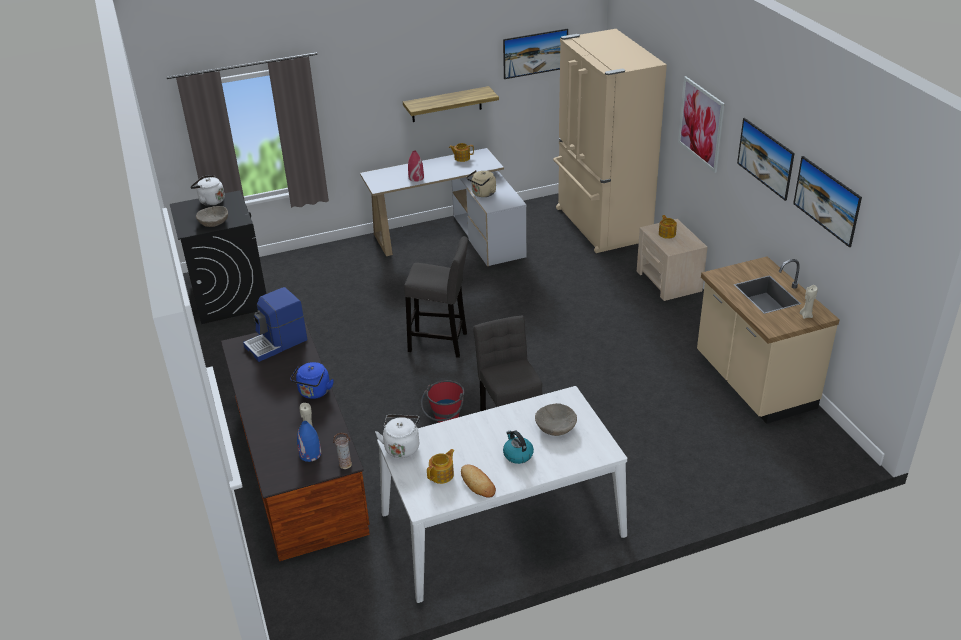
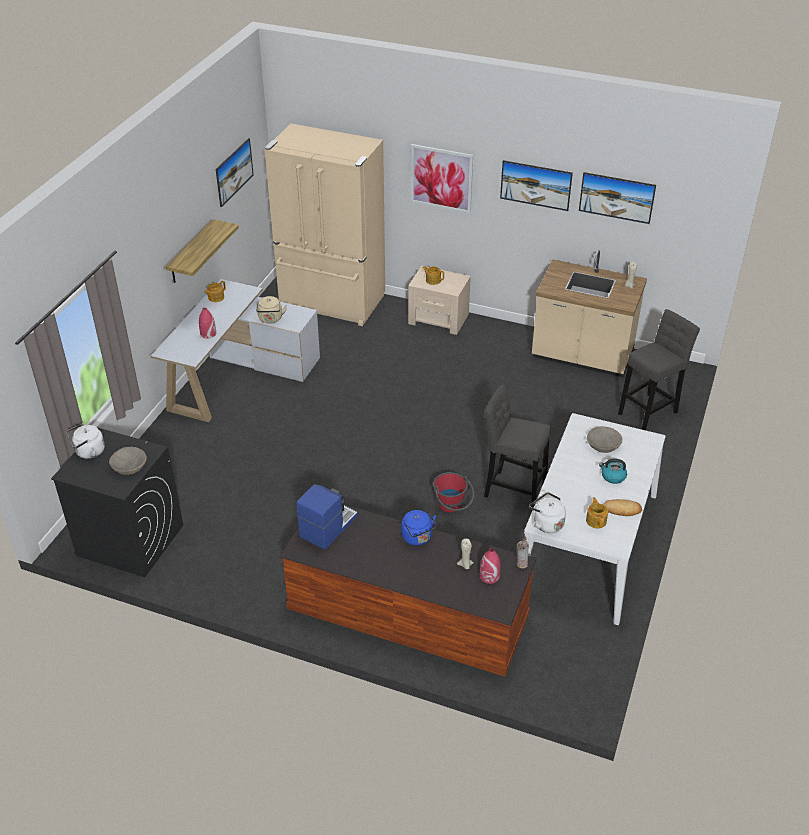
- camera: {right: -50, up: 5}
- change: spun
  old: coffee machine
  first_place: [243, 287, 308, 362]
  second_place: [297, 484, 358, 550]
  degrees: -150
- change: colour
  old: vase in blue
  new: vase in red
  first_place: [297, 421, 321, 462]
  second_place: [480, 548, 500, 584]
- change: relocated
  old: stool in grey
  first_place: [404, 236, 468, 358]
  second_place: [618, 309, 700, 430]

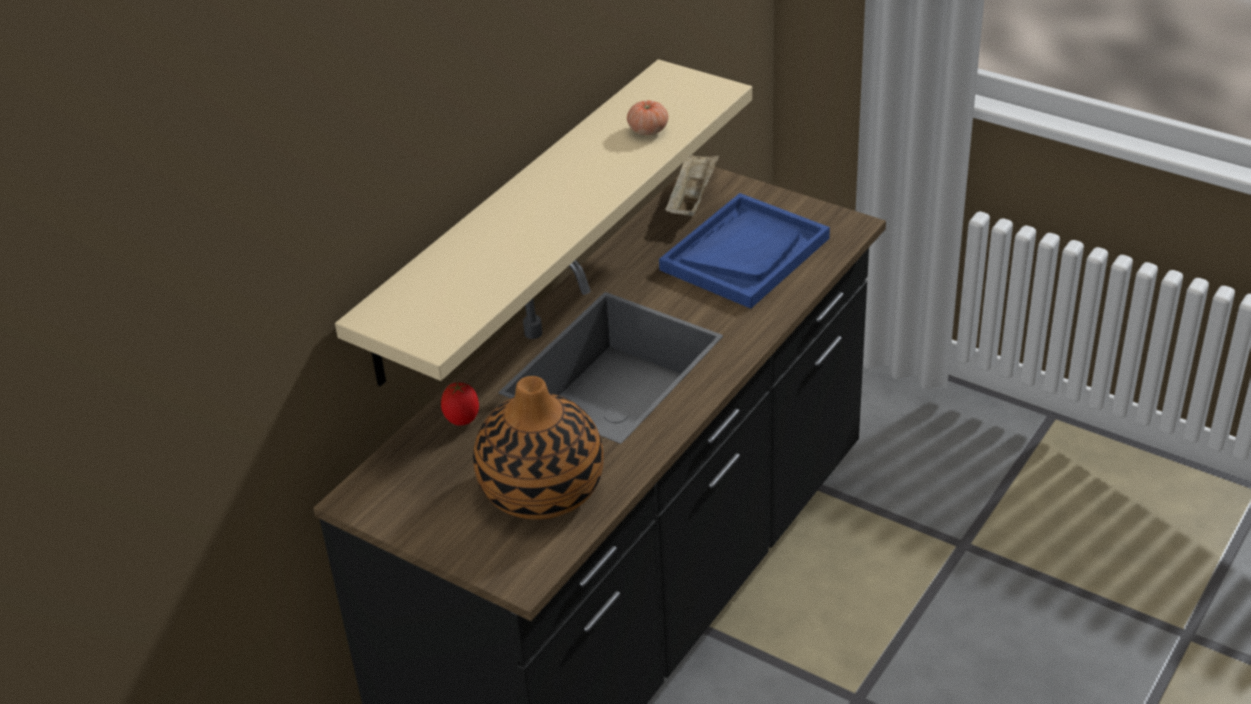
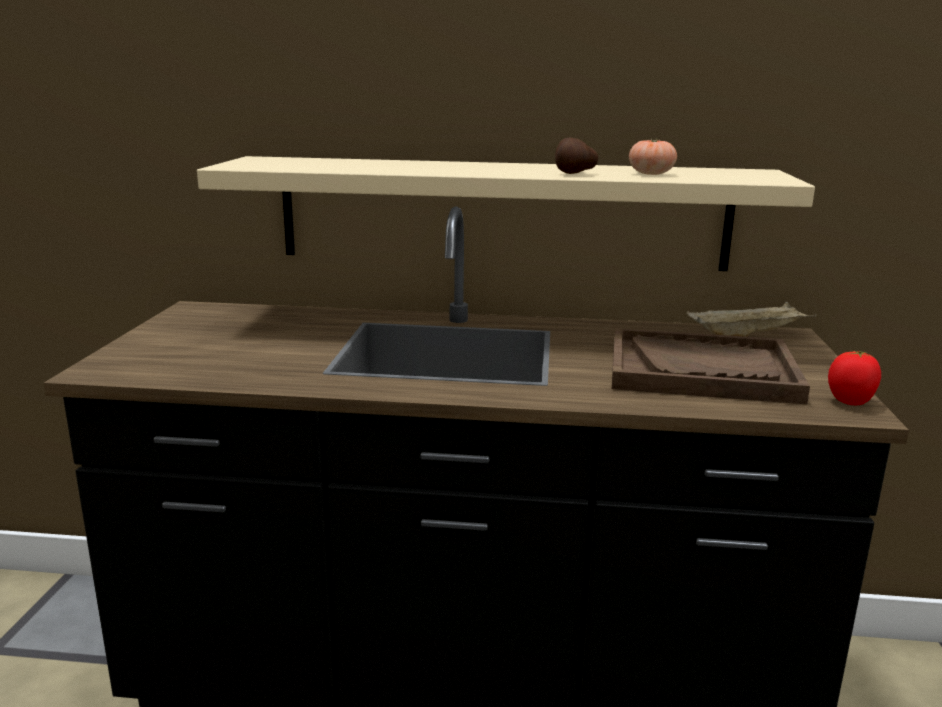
- camera: {right: 60, up: -20}
- change: appeared
  new: potato
  second_place: [555, 138, 598, 174]
- change: colour
  old: tray in blue
  new: tray in brown
  first_place: [659, 193, 830, 309]
  second_place: [612, 328, 810, 404]
- change: relocated
  old: tomato
  first_place: [441, 382, 479, 426]
  second_place: [828, 350, 881, 405]
- change: missing
  old: vase
  first_place: [473, 376, 604, 520]

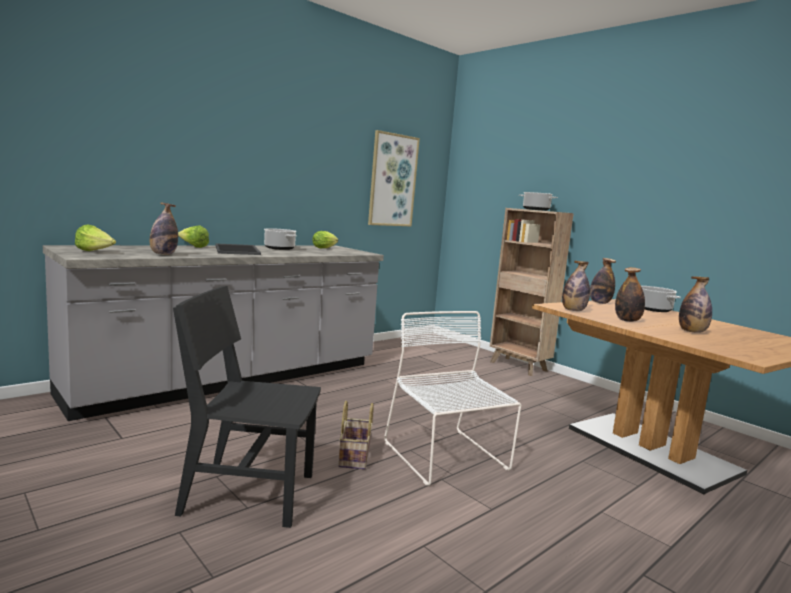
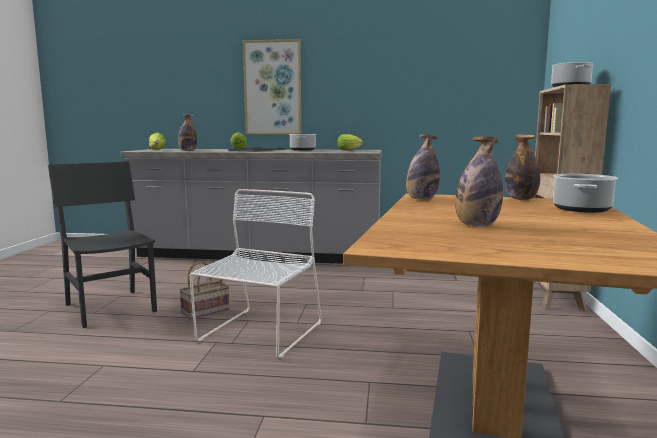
- camera: {right: 50, up: 0}
- change: relocated
  old: picture
  first_place: [368, 130, 420, 226]
  second_place: [243, 39, 301, 134]
- change: missing
  old: bottle
  first_place: [615, 267, 645, 322]

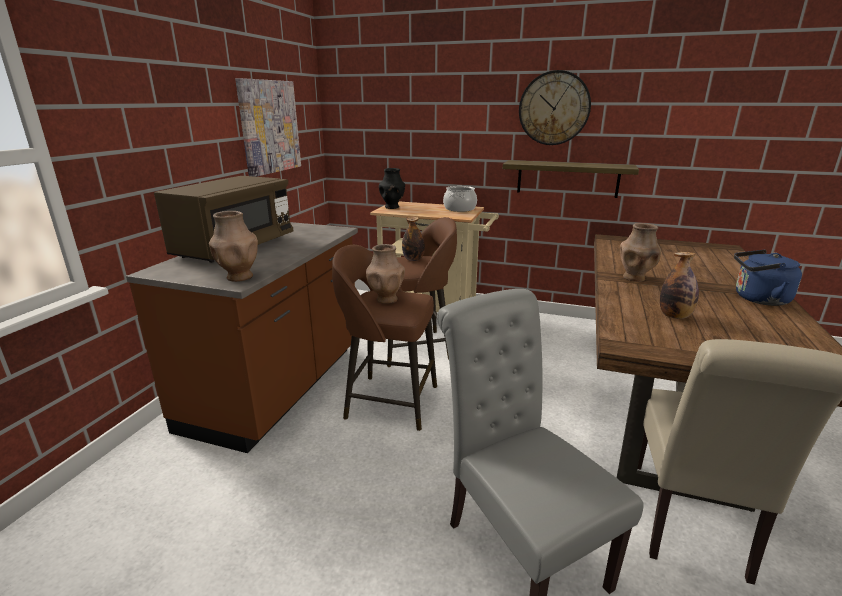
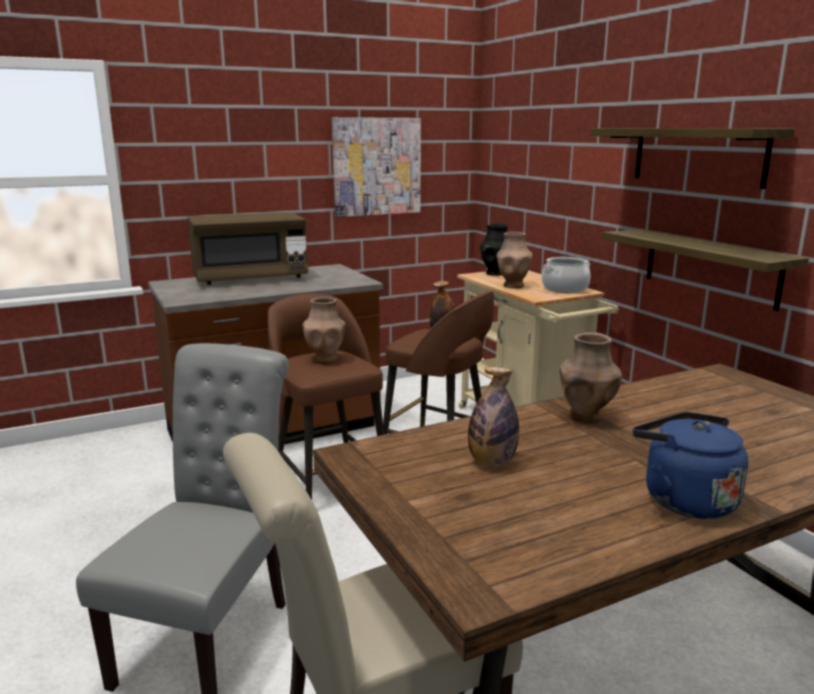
- camera: {right: 45, up: -5}
- change: relocated
  old: vase in brown
  first_place: [209, 211, 258, 282]
  second_place: [497, 232, 533, 288]
- change: exchanged
  old: wall clock
  new: shelf
  first_place: [519, 70, 591, 145]
  second_place: [590, 128, 795, 189]

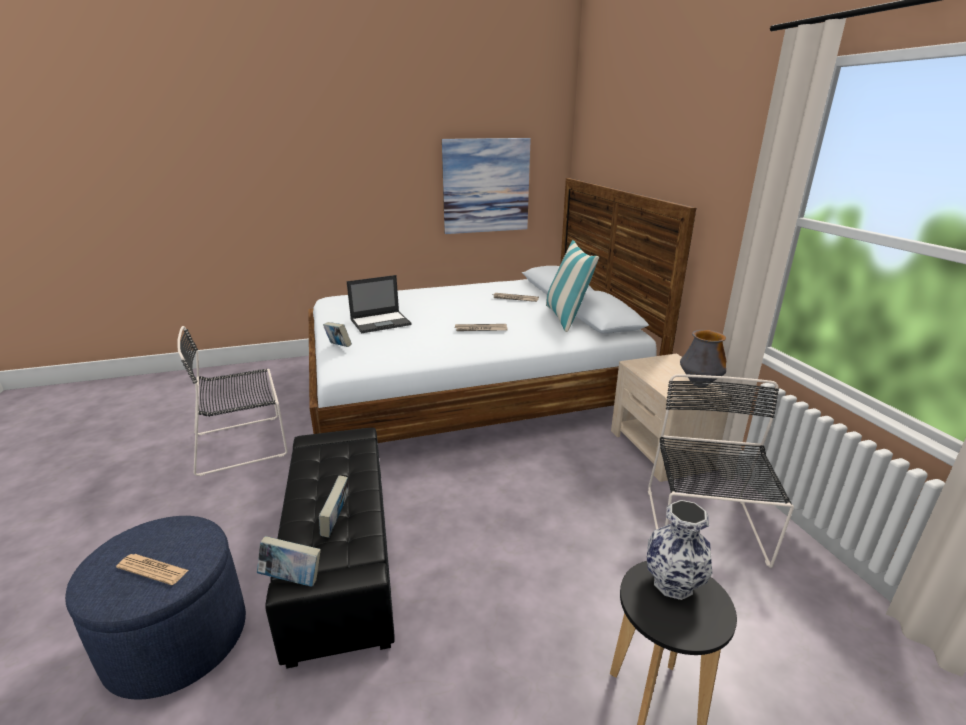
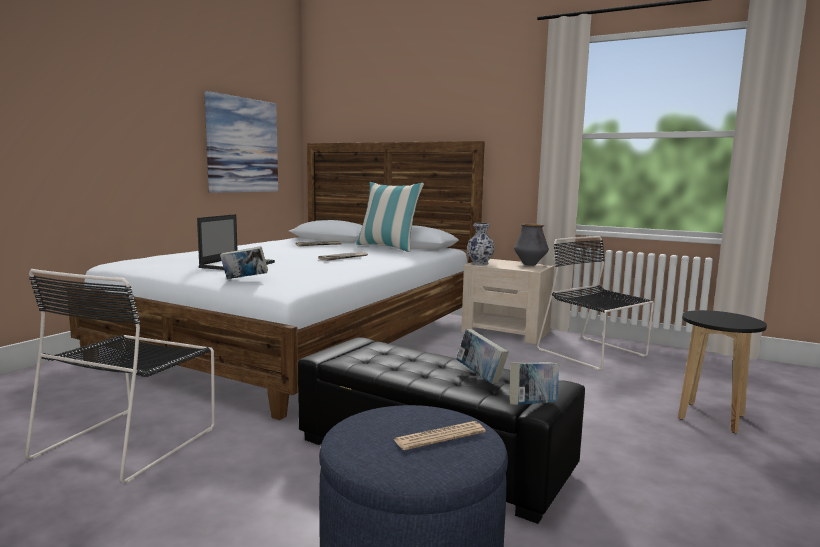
- camera: {right: -45, up: -15}
- change: relocated
  old: vase
  first_place: [647, 500, 712, 600]
  second_place: [467, 223, 495, 265]

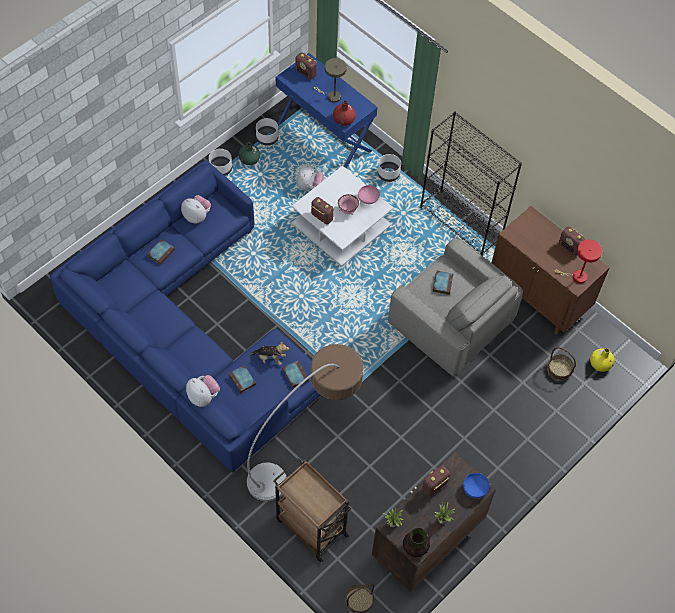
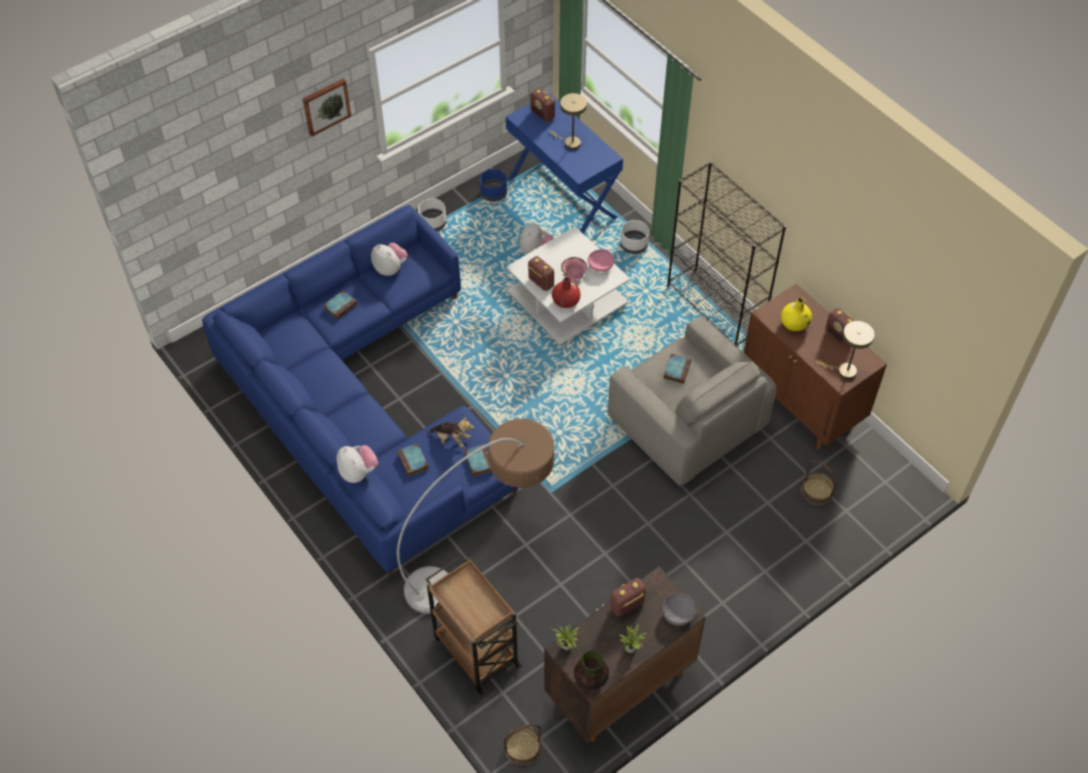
- camera: {right: 10, up: -5}
- change: appeared
  new: picture
  second_place: [303, 78, 351, 136]
- change: colour
  old: planter in white
  new: planter in blue
  first_place: [256, 118, 278, 146]
  second_place: [480, 169, 507, 202]
- change: relocated
  old: vase in red
  first_place: [333, 101, 356, 126]
  second_place: [552, 277, 581, 308]
- change: colour
  old: bowl in blue
  new: bowl in grey
  first_place: [463, 473, 490, 499]
  second_place: [663, 593, 696, 626]
- change: relocated
  old: vase in yellow
  first_place: [590, 348, 614, 372]
  second_place: [781, 298, 812, 331]
- change: colour
  old: table lamp in red
  new: table lamp in beige
  first_place: [554, 240, 602, 284]
  second_place: [816, 321, 875, 380]
- change: missing
  old: vase in green
  first_place: [239, 142, 260, 165]

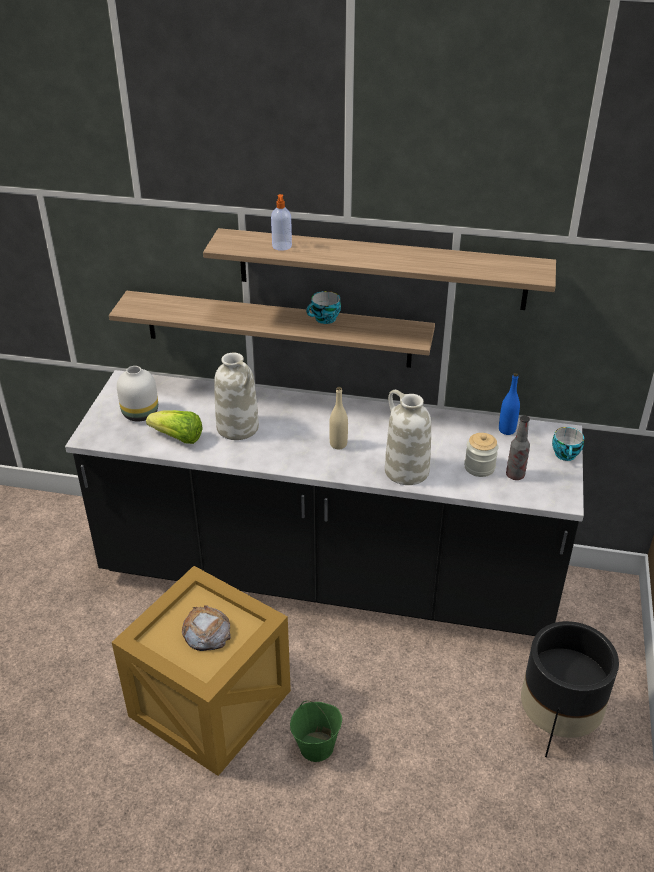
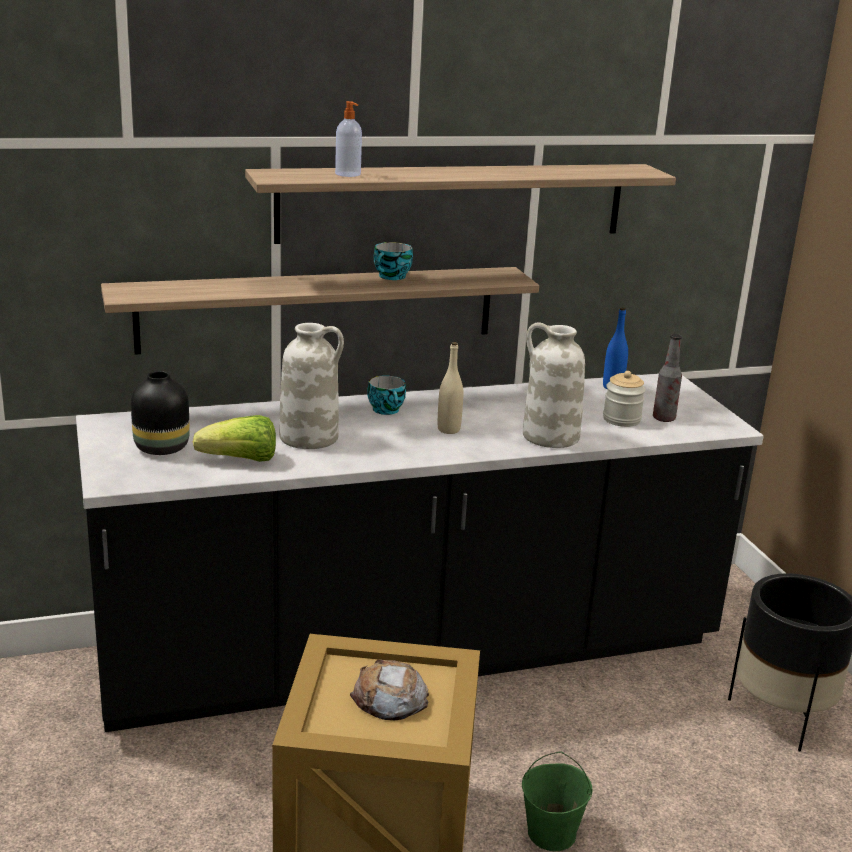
- camera: {right: -30, up: -15}
- change: colour
  old: vase in white
  new: vase in black
  first_place: [117, 366, 158, 421]
  second_place: [131, 371, 190, 455]
- change: relocated
  old: cup
  first_place: [552, 427, 584, 461]
  second_place: [367, 375, 406, 415]

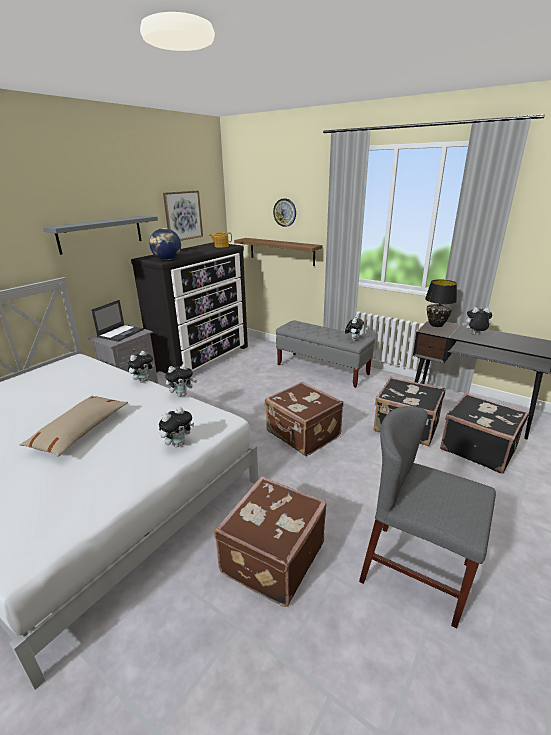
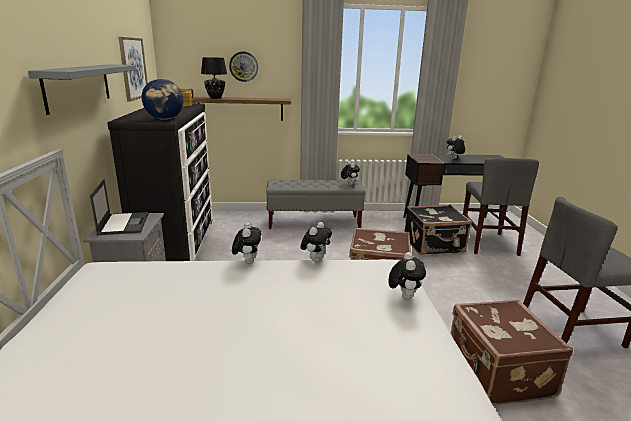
- camera: {right: -40, up: -5}
- change: relocated
  old: table lamp in black
  first_place: [425, 280, 457, 327]
  second_place: [201, 57, 227, 99]
- change: exchanged
  old: suitcase in black
  new: chair in grey
  first_place: [440, 393, 529, 474]
  second_place: [463, 158, 539, 256]
- change: missing
  old: pillow in beige
  first_place: [20, 396, 128, 457]

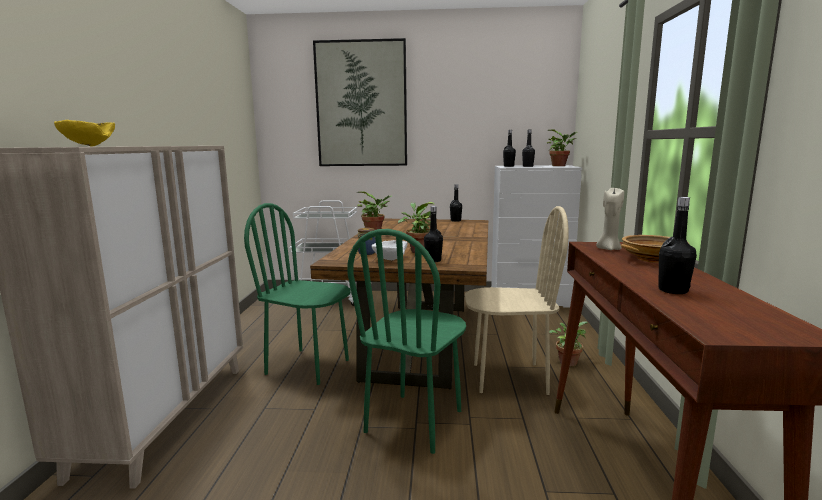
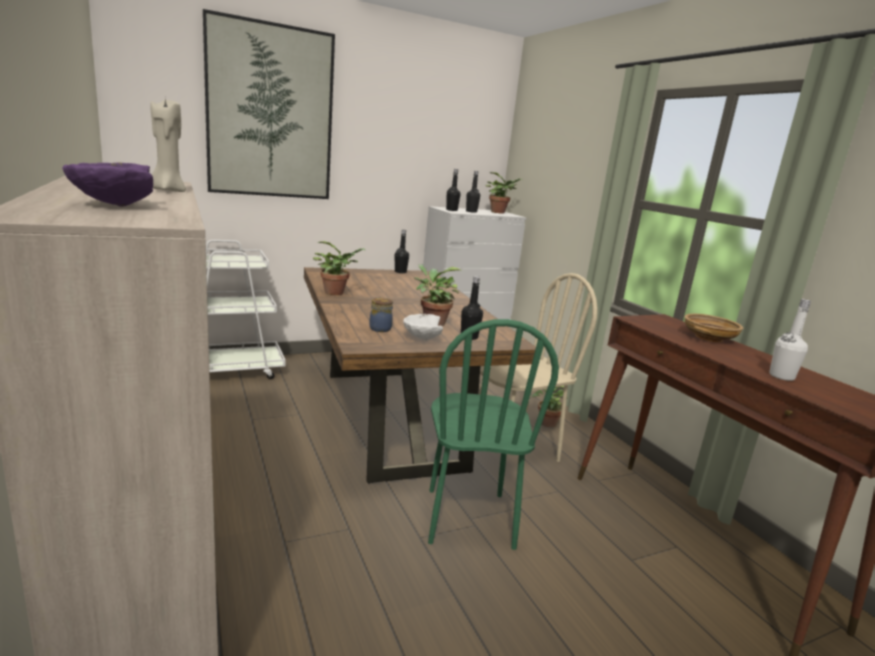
- camera: {right: -30, up: 5}
- change: colour
  old: bowl in yellow
  new: bowl in purple
  first_place: [54, 120, 115, 146]
  second_place: [63, 163, 153, 207]
- change: relocated
  old: candle in beige
  first_place: [596, 187, 624, 250]
  second_place: [150, 99, 186, 192]
- change: colour
  old: bottle in black
  new: bottle in white
  first_place: [658, 197, 697, 294]
  second_place: [769, 299, 811, 381]
- change: missing
  old: chair in green
  first_place: [244, 203, 351, 385]

